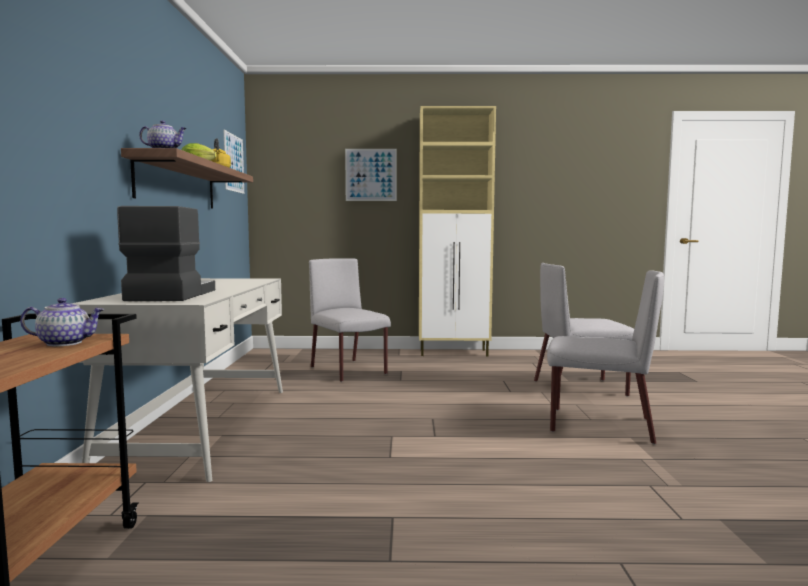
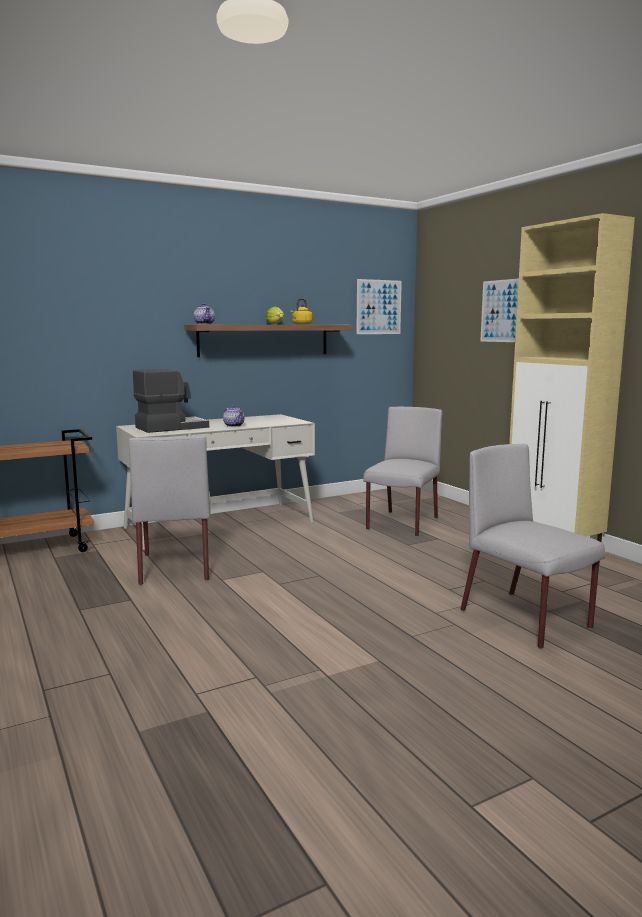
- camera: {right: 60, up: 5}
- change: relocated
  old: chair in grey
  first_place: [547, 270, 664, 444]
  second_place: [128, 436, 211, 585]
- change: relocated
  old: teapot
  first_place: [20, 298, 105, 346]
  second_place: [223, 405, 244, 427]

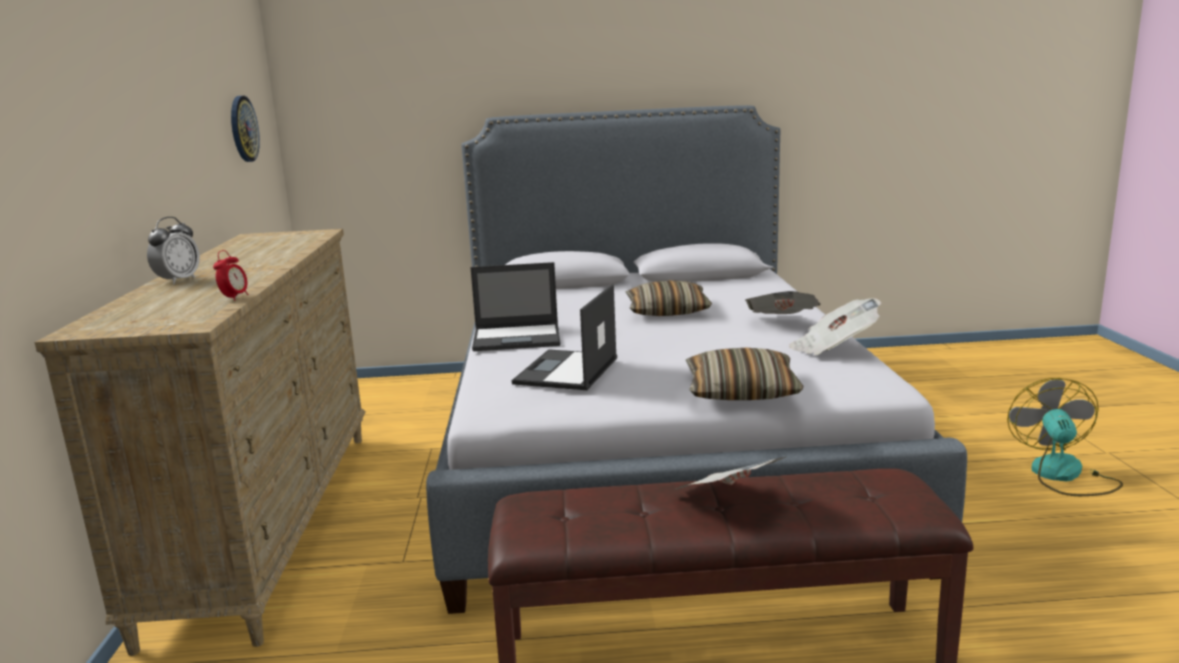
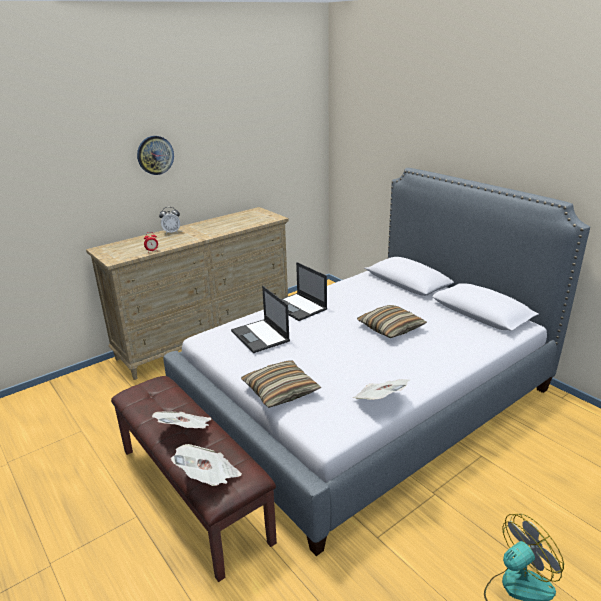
- camera: {right: 55, up: 10}
- change: relocated
  old: wall clock
  first_place: [231, 96, 260, 162]
  second_place: [137, 136, 174, 175]
- change: relocated
  old: newspaper
  first_place: [745, 291, 821, 314]
  second_place: [171, 444, 242, 486]
- change: spun
  old: laptop
  first_place: [512, 284, 617, 390]
  second_place: [231, 286, 290, 353]
  degrees: -105

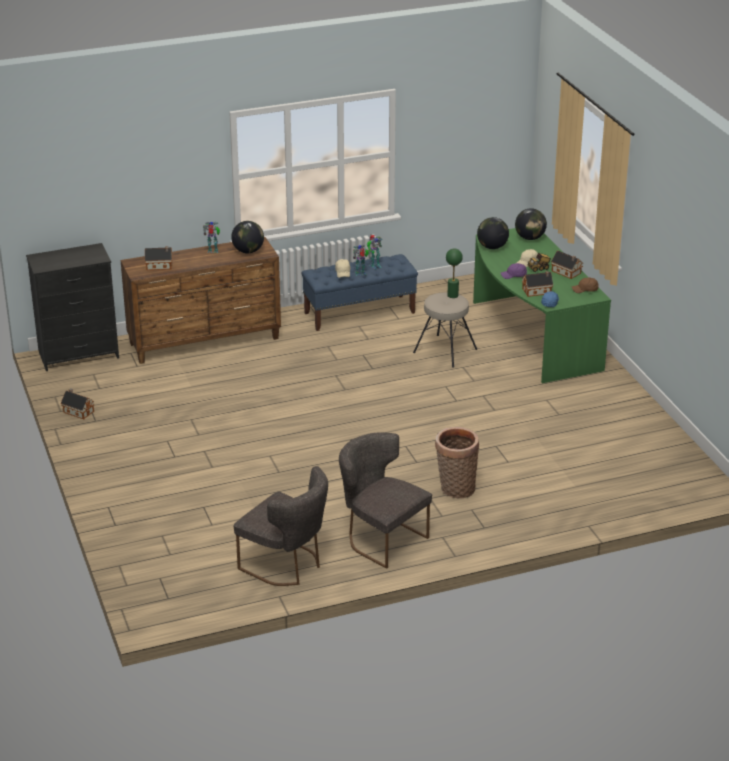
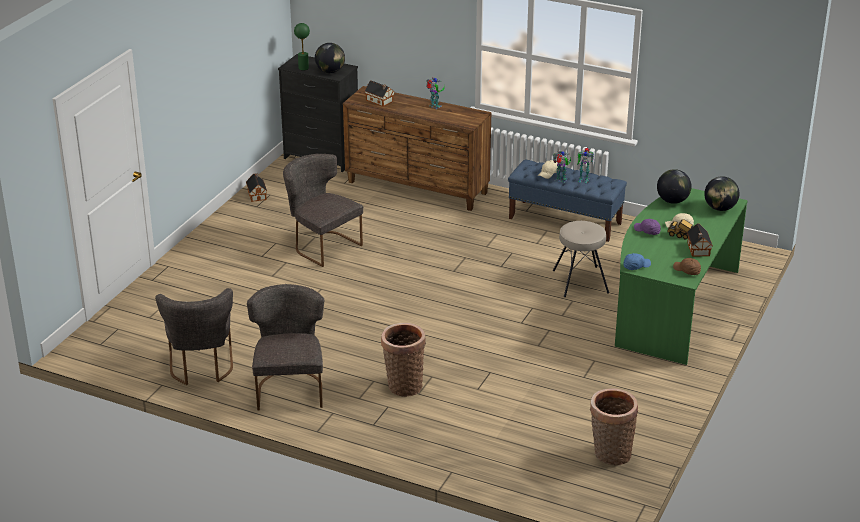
- camera: {right: 45, up: 0}
- change: appeared
  new: chair in grey
  second_place: [283, 154, 363, 267]
- change: relocated
  old: table lamp in green
  first_place: [446, 249, 463, 298]
  second_place: [294, 23, 310, 70]
- change: relocated
  old: globe
  first_place: [231, 221, 264, 253]
  second_place: [315, 43, 345, 73]
- change: appeared
  new: basket
  second_place: [590, 388, 638, 465]
- change: missing
  old: toy house
  first_place: [522, 271, 553, 297]

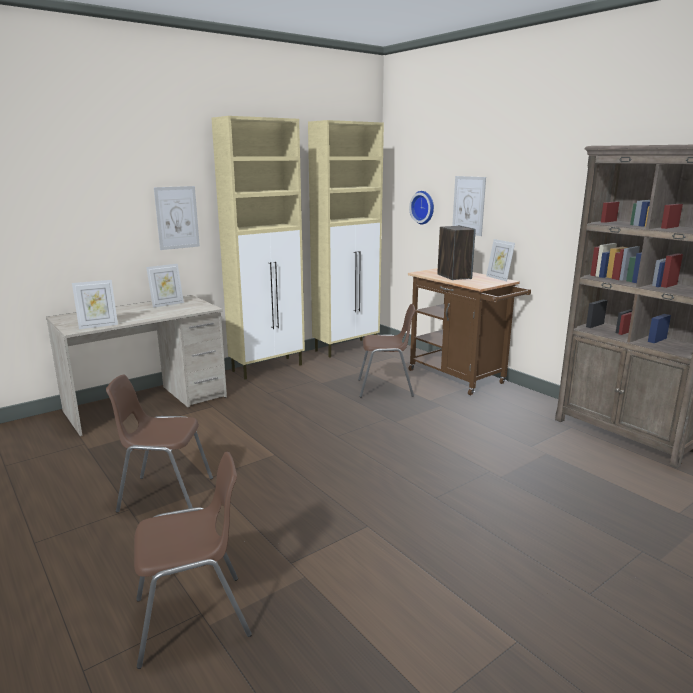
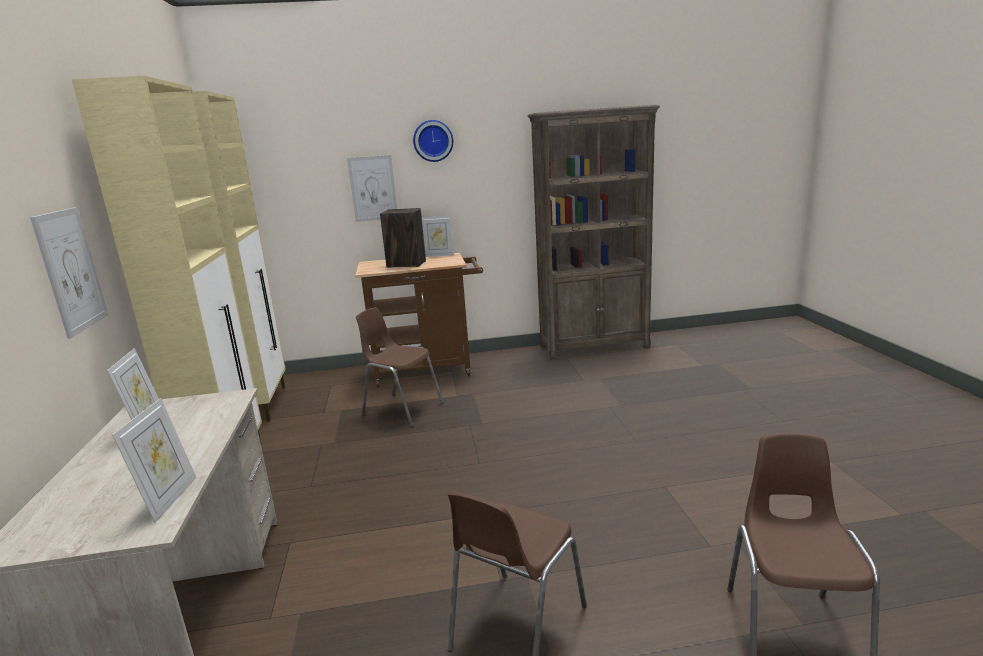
- camera: {right: -60, up: 0}
- change: spun
  old: chair in brown
  first_place: [358, 304, 416, 398]
  second_place: [356, 307, 444, 427]
  degrees: -90
- change: relocated
  old: wall clock
  first_place: [409, 191, 434, 224]
  second_place: [413, 120, 453, 162]

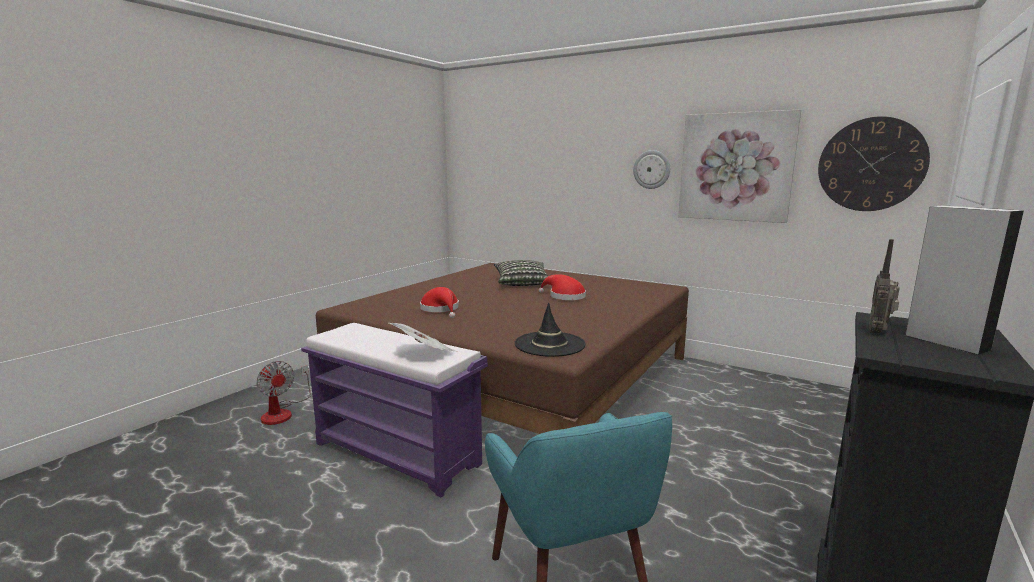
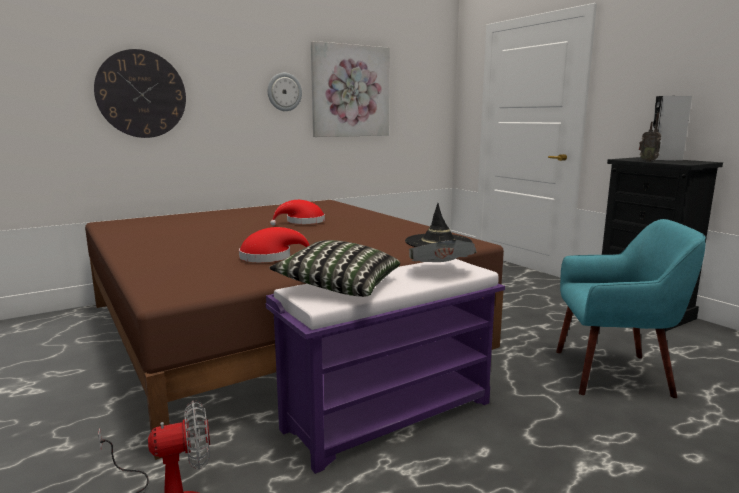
- camera: {right: -65, up: 0}
- change: relocated
  old: wall clock
  first_place: [818, 116, 930, 211]
  second_place: [94, 49, 186, 138]
- change: relocated
  old: pillow
  first_place: [494, 260, 548, 286]
  second_place: [269, 240, 400, 297]

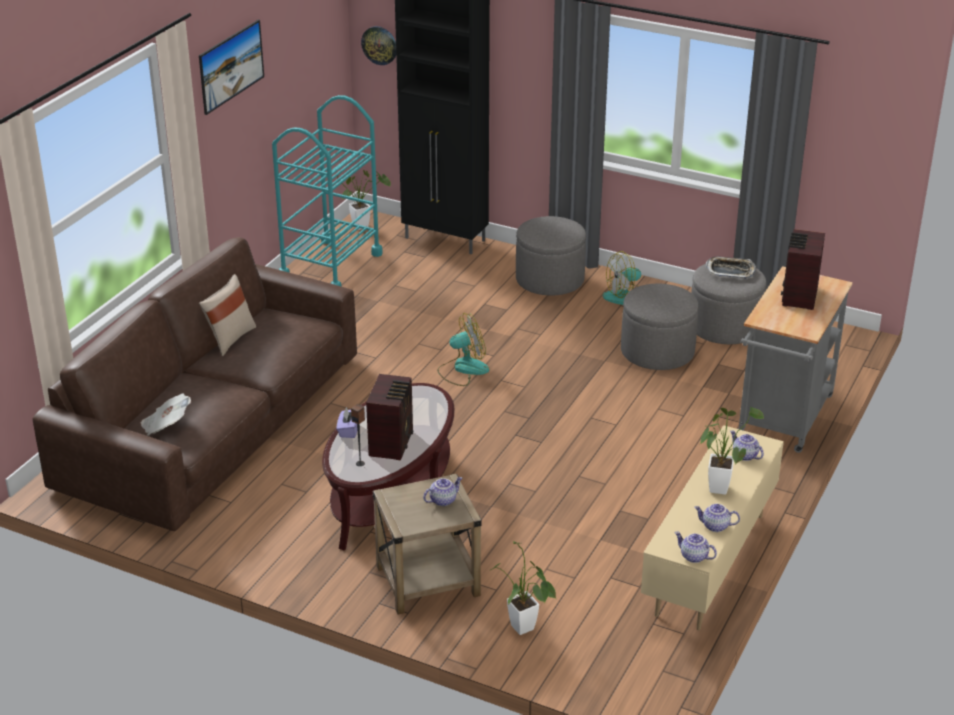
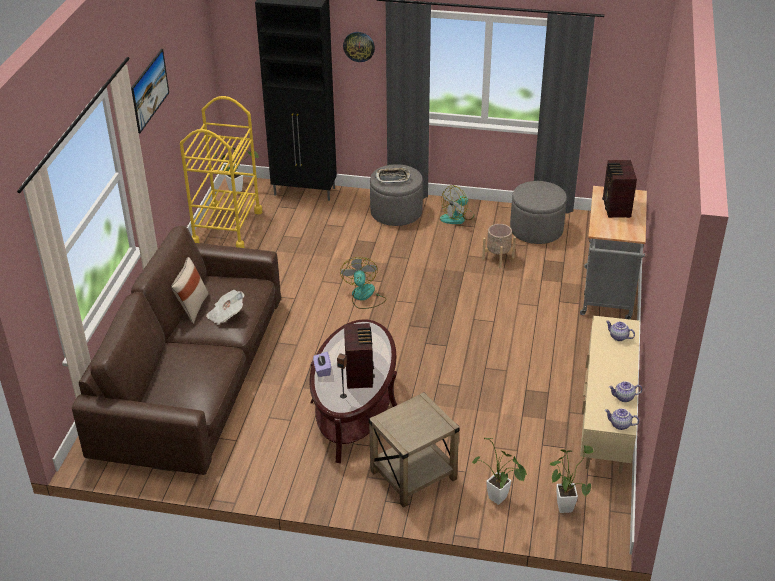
- camera: {right: -15, up: 5}
- change: colour
  old: cart in turquoise
  new: cart in yellow
  first_place: [272, 95, 383, 287]
  second_place: [180, 96, 262, 248]
- change: relocated
  old: newspaper
  first_place: [141, 393, 191, 436]
  second_place: [206, 290, 245, 325]
- change: spun
  old: fan
  first_place: [437, 313, 489, 386]
  second_place: [340, 257, 386, 309]
  degrees: -60
- change: relocated
  old: wall clock
  first_place: [361, 26, 396, 65]
  second_place: [343, 32, 375, 62]
- change: relocated
  old: tray
  first_place: [705, 257, 756, 279]
  second_place: [374, 167, 411, 183]
- change: exchanged
  old: ottoman in grey
  new: planter in beige
  first_place: [621, 284, 699, 370]
  second_place: [482, 224, 516, 268]
- change: relocated
  old: potted plant
  first_place: [700, 406, 764, 495]
  second_place: [550, 446, 594, 513]
- change: missing
  old: teapot
  first_place: [423, 477, 462, 506]

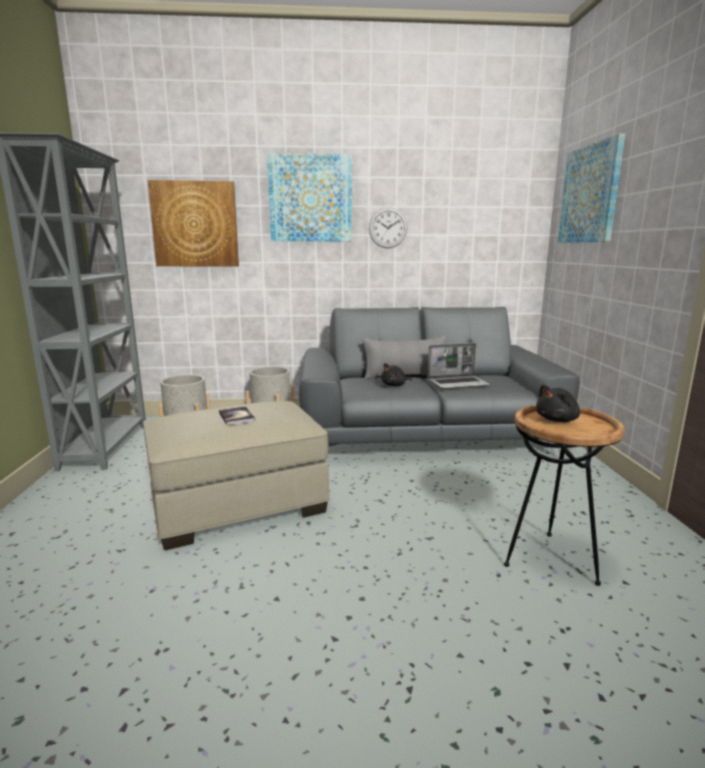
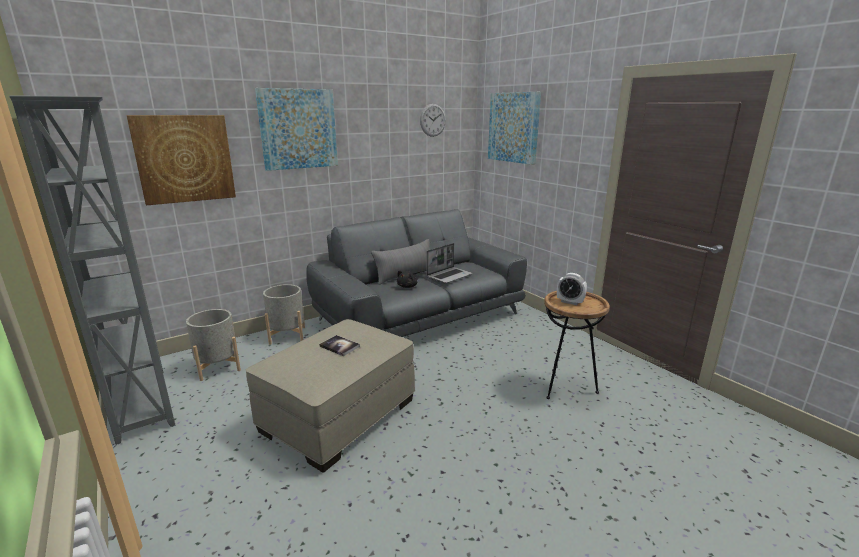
- camera: {right: -30, up: 5}
- change: relocated
  old: wall clock
  first_place: [369, 207, 408, 248]
  second_place: [420, 104, 446, 137]
- change: exchanged
  old: plush toy in black
  new: alarm clock
  first_place: [536, 384, 580, 422]
  second_place: [557, 273, 587, 305]

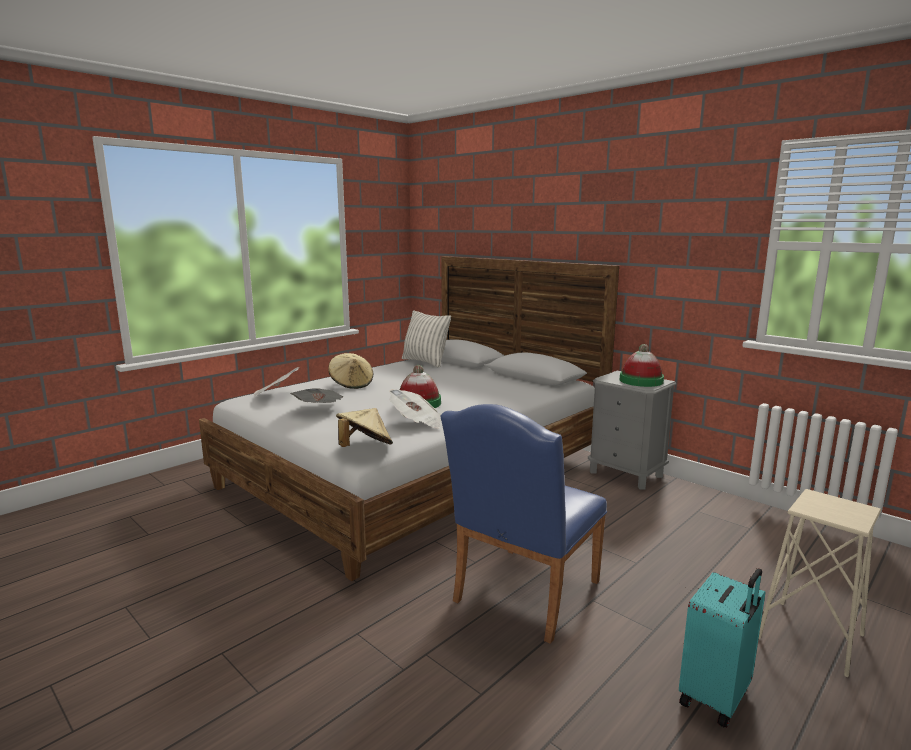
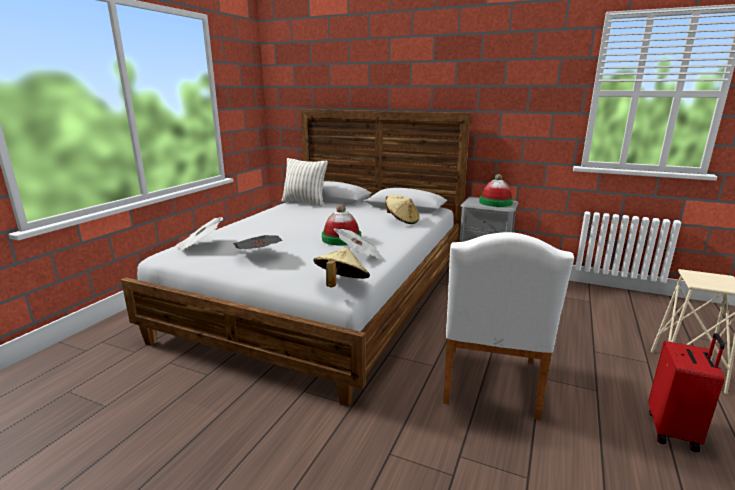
- camera: {right: -20, up: 5}
- change: relocated
  old: hat in beige
  first_place: [328, 353, 374, 389]
  second_place: [386, 194, 419, 224]
- change: colour
  old: chair in blue
  new: chair in white
  first_place: [440, 404, 607, 644]
  second_place: [443, 232, 574, 420]
- change: colour
  old: suitcase in turquoise
  new: suitcase in red
  first_place: [679, 568, 765, 728]
  second_place: [648, 333, 725, 452]

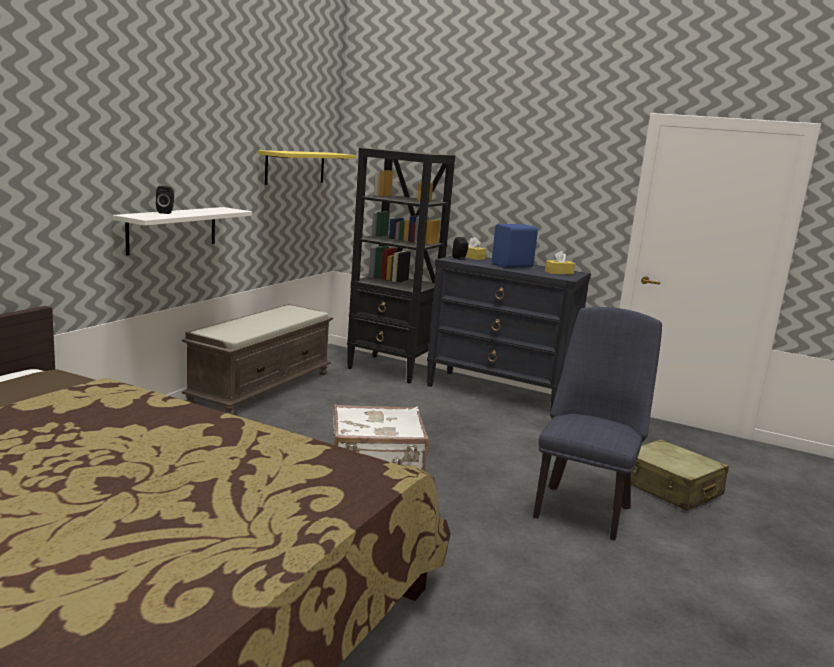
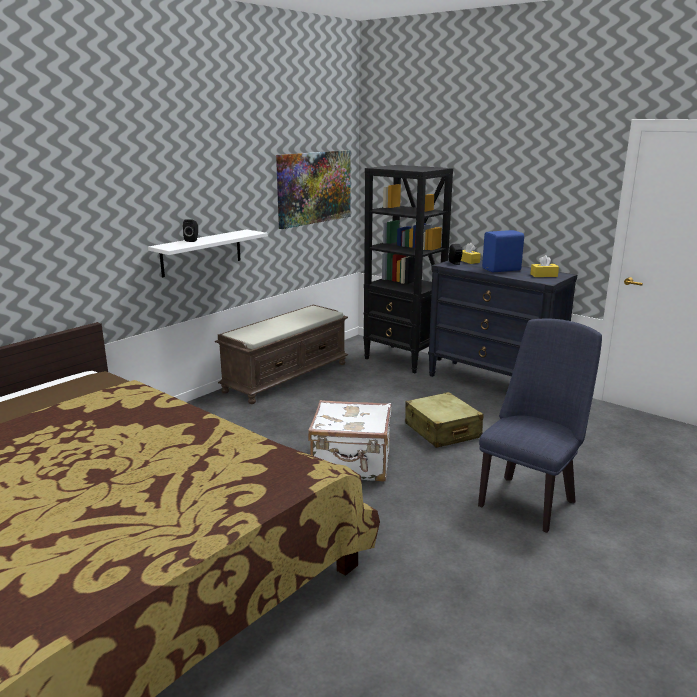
- camera: {right: 15, up: 5}
- change: exchanged
  old: shelf in yellow
  new: picture
  first_place: [258, 150, 356, 185]
  second_place: [276, 150, 351, 229]
- change: relocated
  old: suitcase in beige
  first_place: [631, 439, 729, 511]
  second_place: [405, 392, 483, 448]

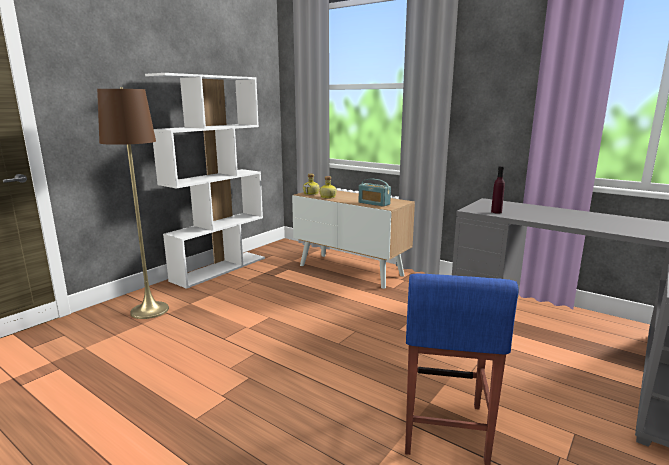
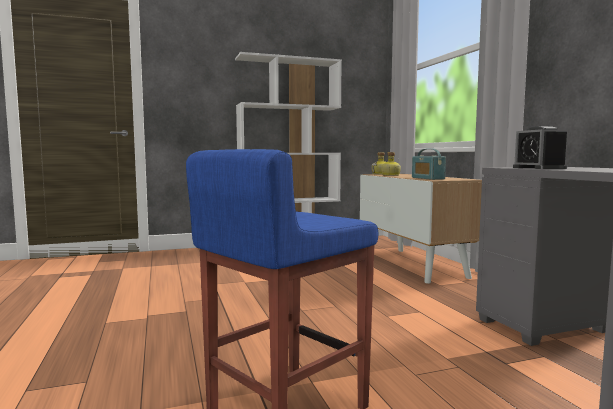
- camera: {right: 35, up: -10}
- change: exchanged
  old: bottle in purple
  new: alarm clock
  first_place: [491, 166, 505, 214]
  second_place: [513, 126, 568, 169]
- change: missing
  old: floor lamp in brown
  first_place: [97, 87, 169, 319]

